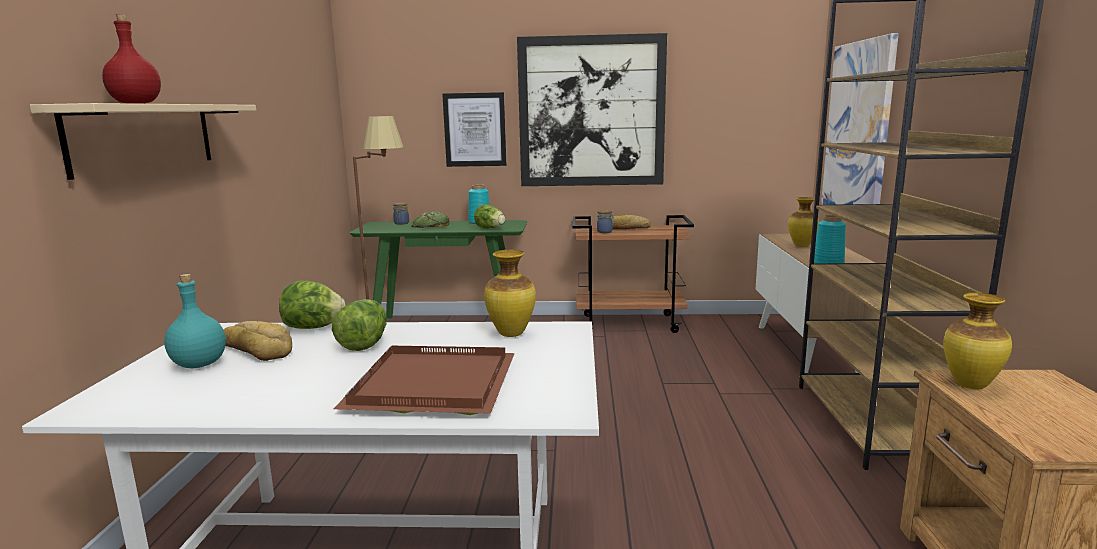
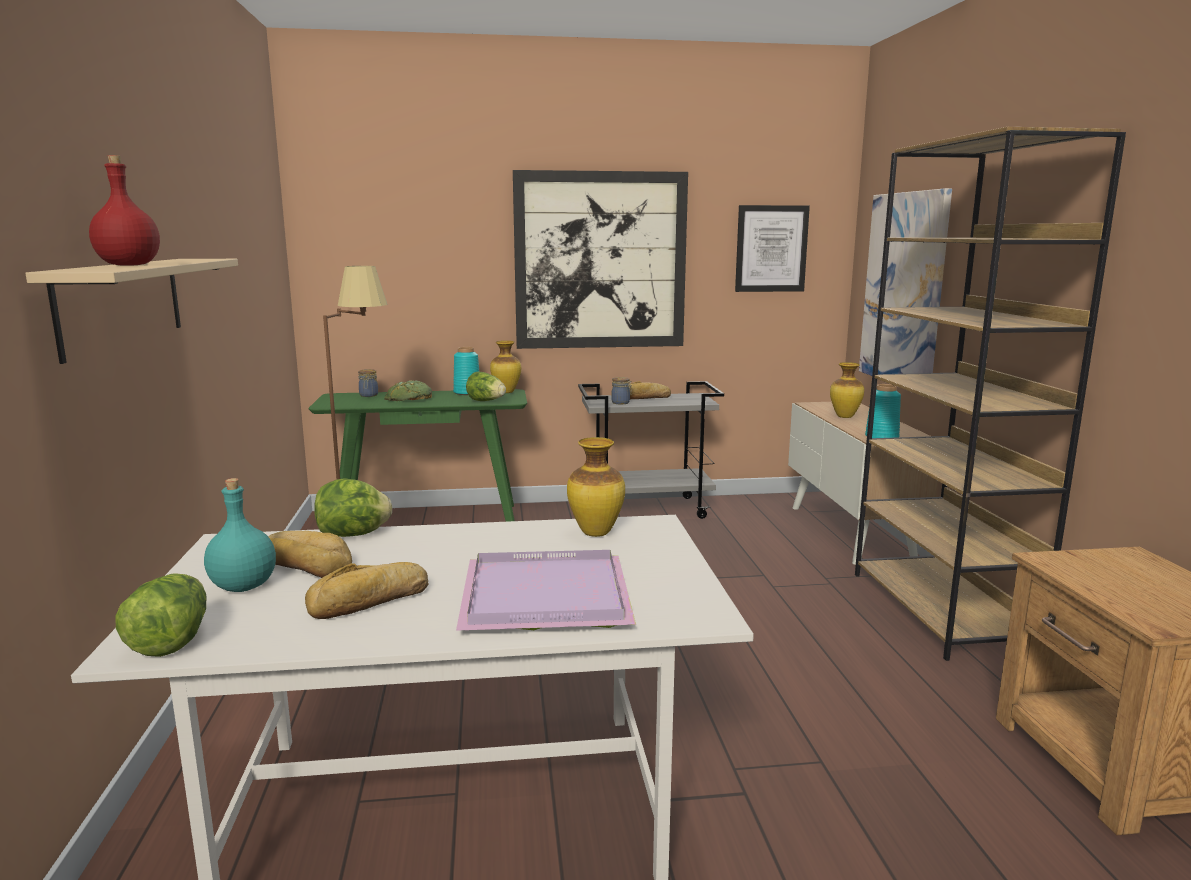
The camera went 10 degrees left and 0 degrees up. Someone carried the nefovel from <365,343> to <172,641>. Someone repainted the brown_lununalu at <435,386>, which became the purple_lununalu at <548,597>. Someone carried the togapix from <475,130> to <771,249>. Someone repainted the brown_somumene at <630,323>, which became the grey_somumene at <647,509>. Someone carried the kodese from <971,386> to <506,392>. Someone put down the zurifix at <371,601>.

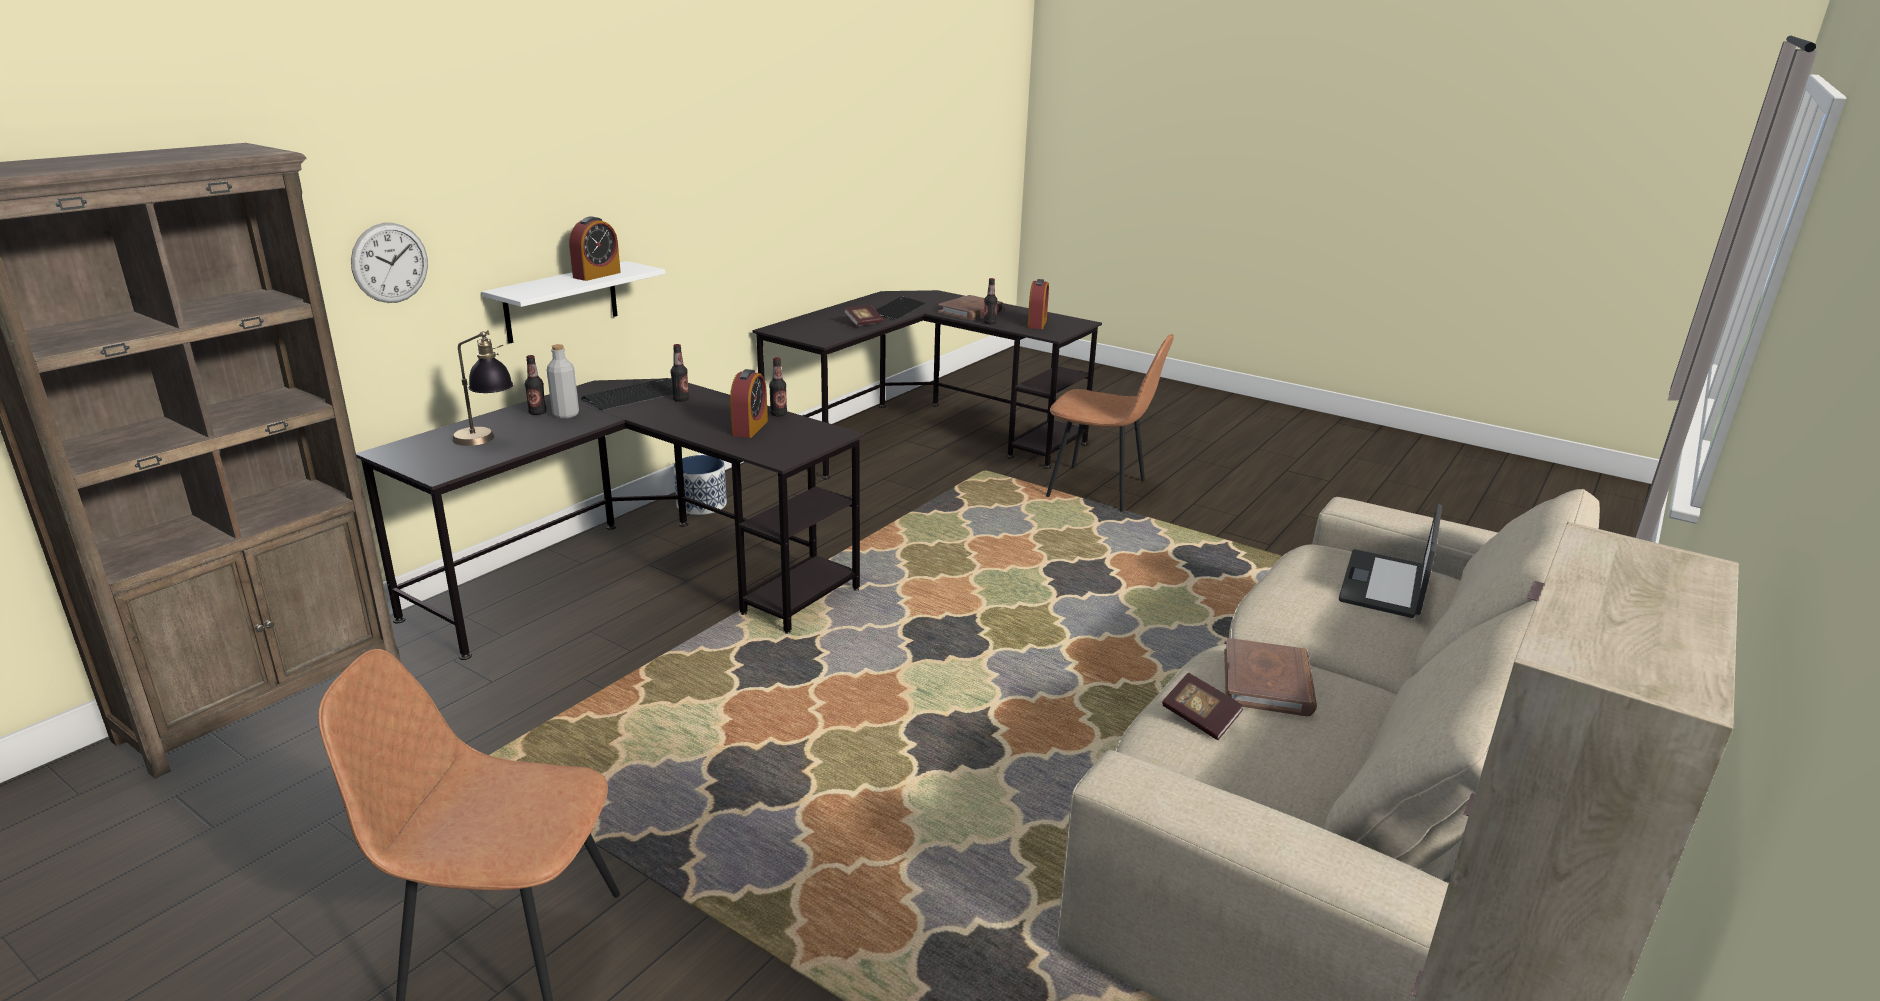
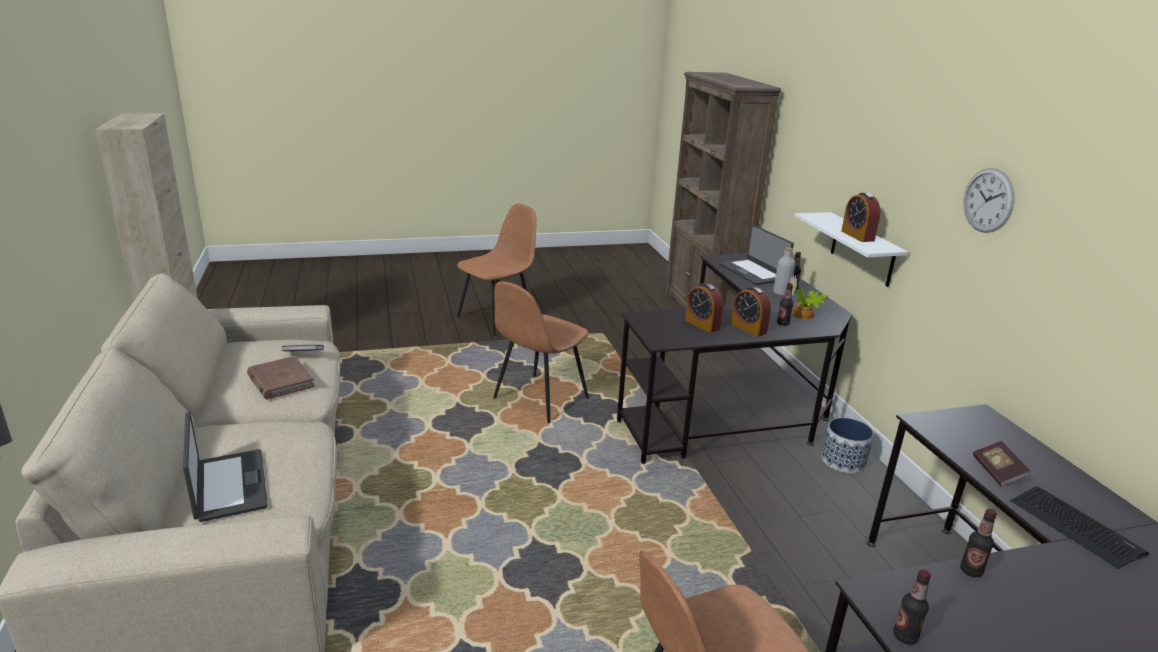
The camera went 130 degrees right and 0 degrees up. Someone carried the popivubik from <390,263> to <988,200>. Someone swapped the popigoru at <486,441> for the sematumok at <752,272>. Someone swapped the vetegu at <634,396> for the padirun at <804,315>. Someone carried the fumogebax from <778,414> to <905,636>. Someone took away the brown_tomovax at <971,311>. Someone carried the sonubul from <1037,323> to <748,328>. Someone put down the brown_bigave at <539,399>.

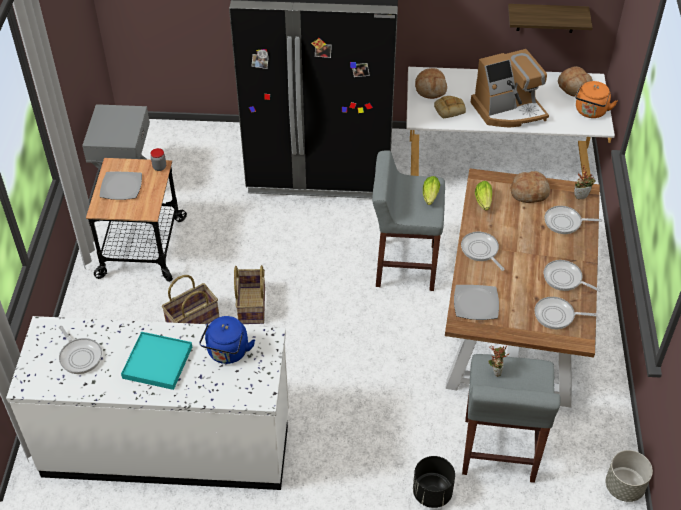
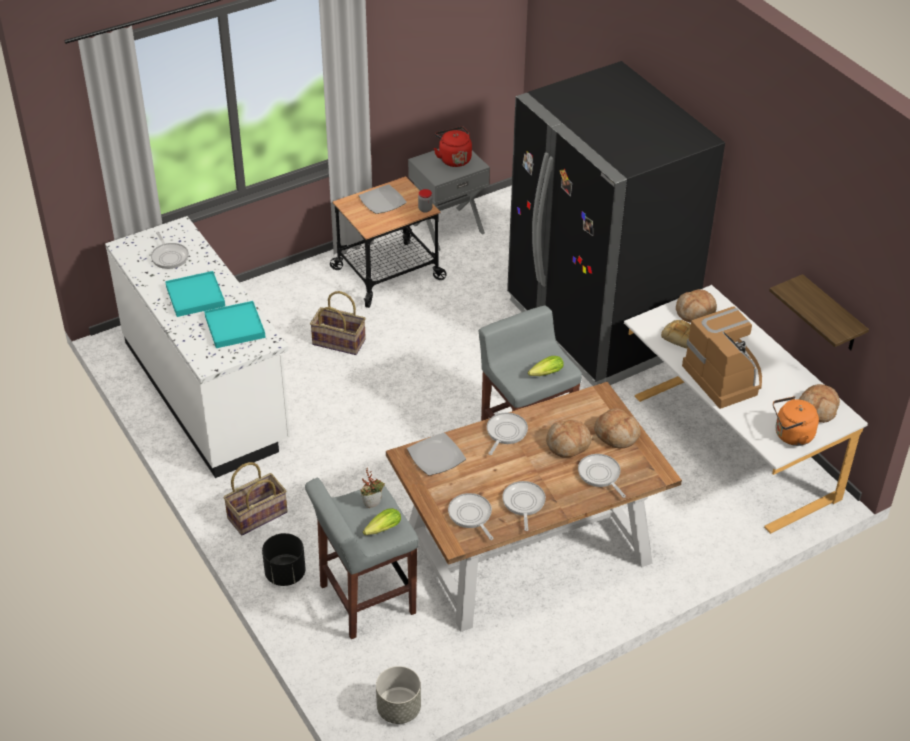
The camera went 55 degrees right and 5 degrees down. Someone rotated the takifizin at <80,356> by 45 degrees counterclockwise. Someone swapped the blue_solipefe at <227,353> for the turquoise_lununalu at <234,327>. Someone carried the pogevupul from <251,305> to <257,514>. Someone rotated the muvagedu at <508,110> by 150 degrees counterclockwise. Someone carried the nefovel from <483,202> to <381,530>. Someone took away the padirun at <581,195>. Someone put down the red_solipefe at <453,159>. Someone put down the zurifix at <568,444>.

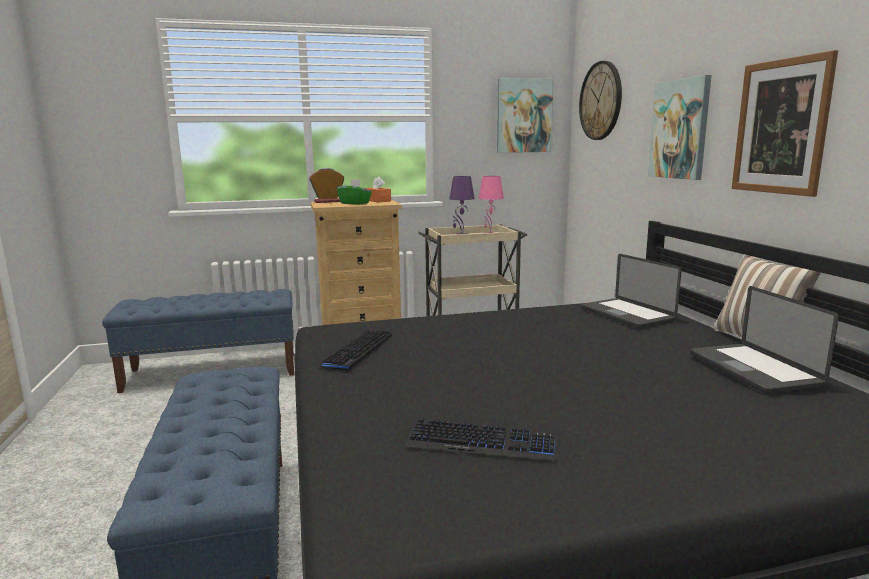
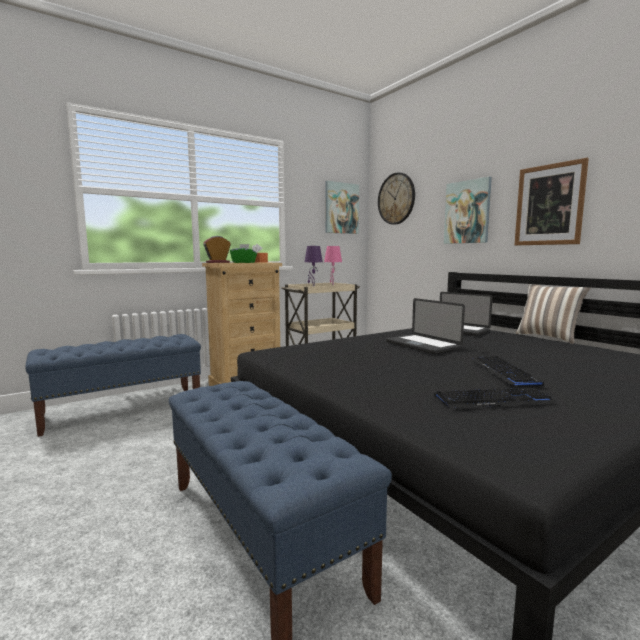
The camera went 20 degrees left and 5 degrees down. Someone carried the vetegu from <357,351> to <504,372>. Someone carried the sematumok from <753,369> to <422,345>.

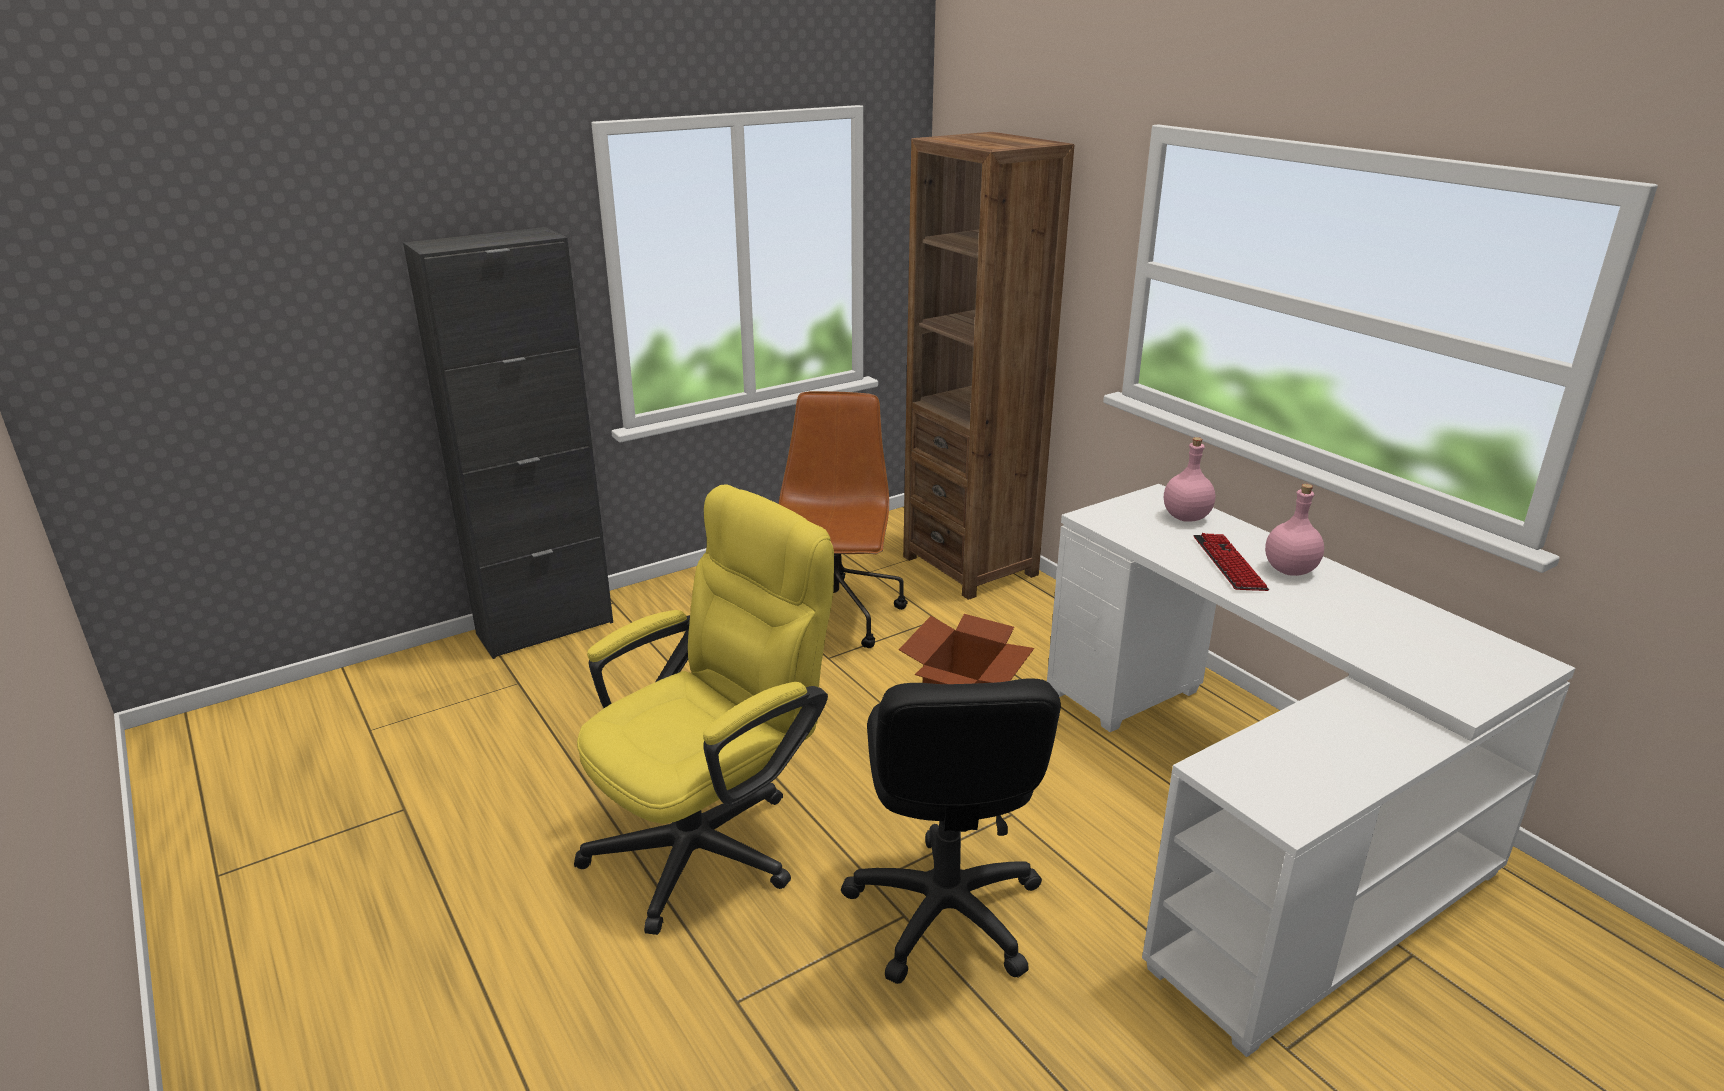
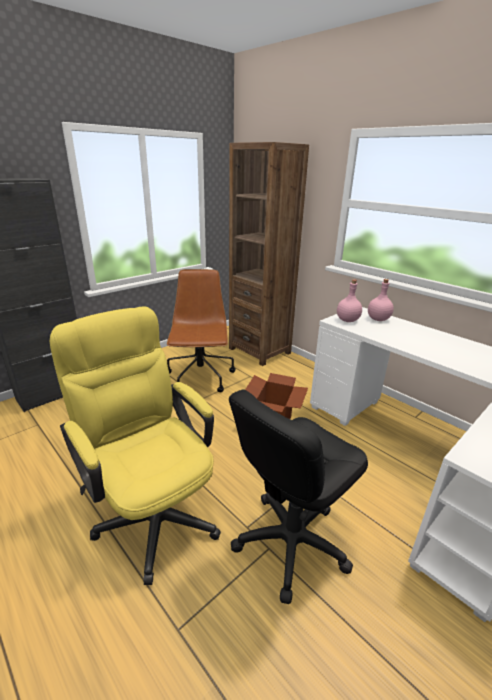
The camera went 10 degrees left and 0 degrees up. Someone rotated the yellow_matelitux at <712,840> by 75 degrees counterclockwise. Someone rotated the black_matelitux at <944,912> by 60 degrees clockwise. Someone took away the vetegu at <1229,564>. Someone carried the pink_fumogebax from <1290,571> to <347,320>.

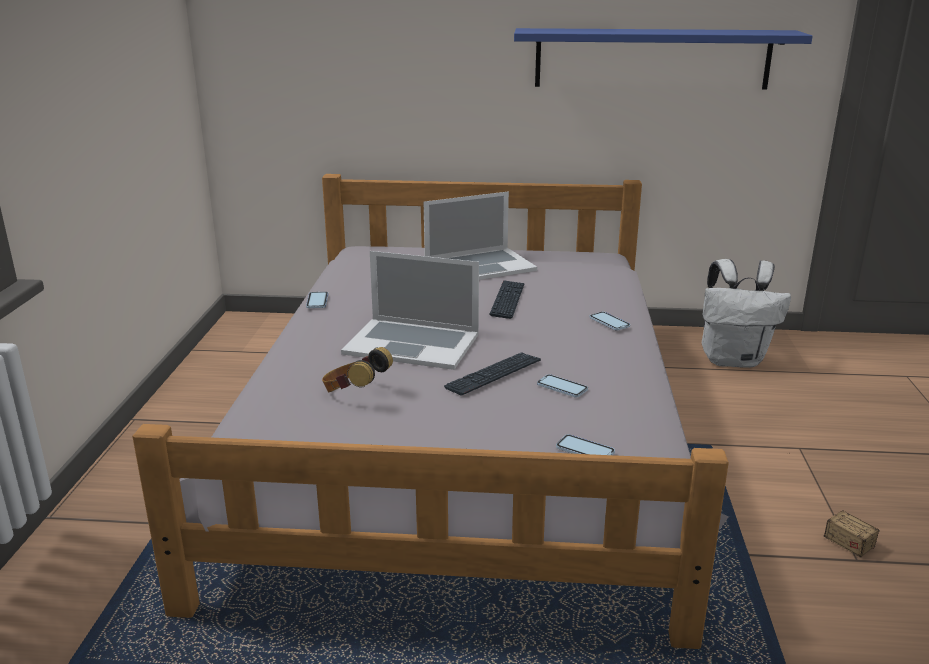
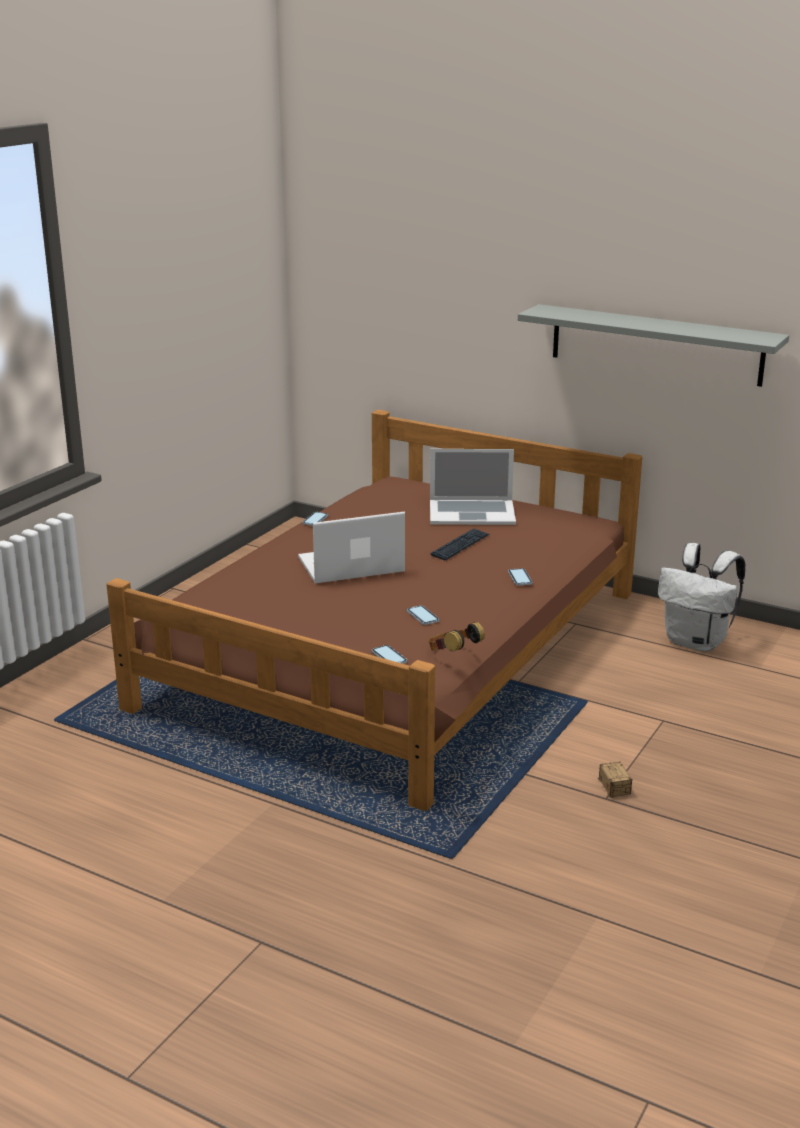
The camera went 25 degrees right and 0 degrees up. Someone repainted the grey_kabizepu at <462,433>, which became the brown_kabizepu at <397,649>. Someone carried the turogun from <355,393> to <453,655>. Someone rotated the sematumok at <412,343> by 120 degrees clockwise. Someone took away the vetegu at <493,375>. Someone repainted the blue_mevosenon at <652,58>, which became the grey_mevosenon at <656,345>.

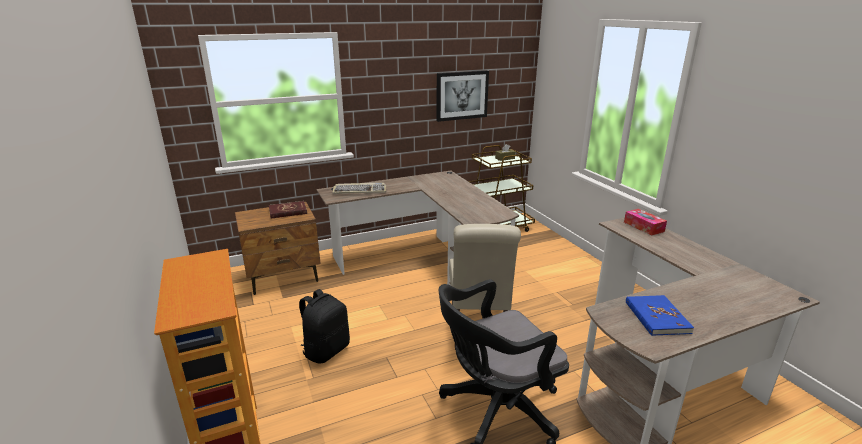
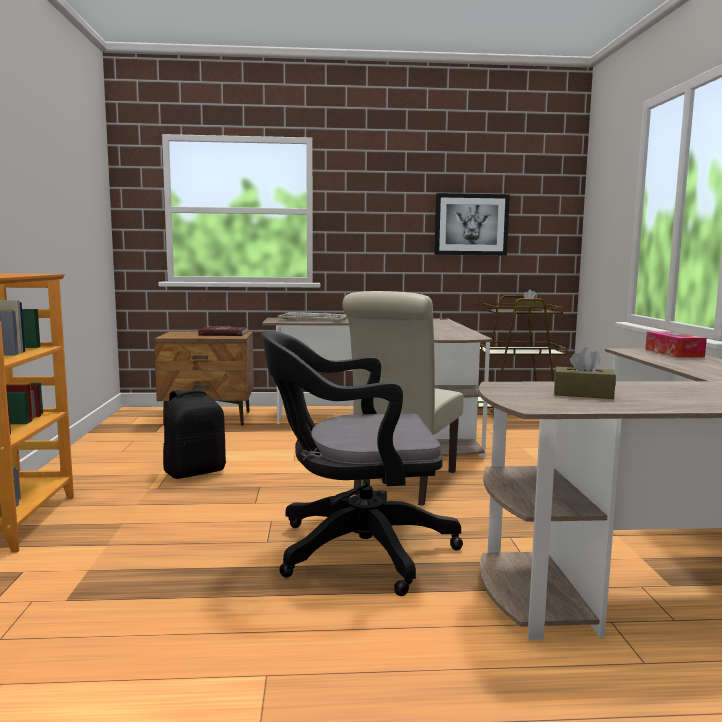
The camera went 20 degrees right and 15 degrees down. Someone swapped the blue_tomovax at <656,317> for the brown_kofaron at <583,394>.

